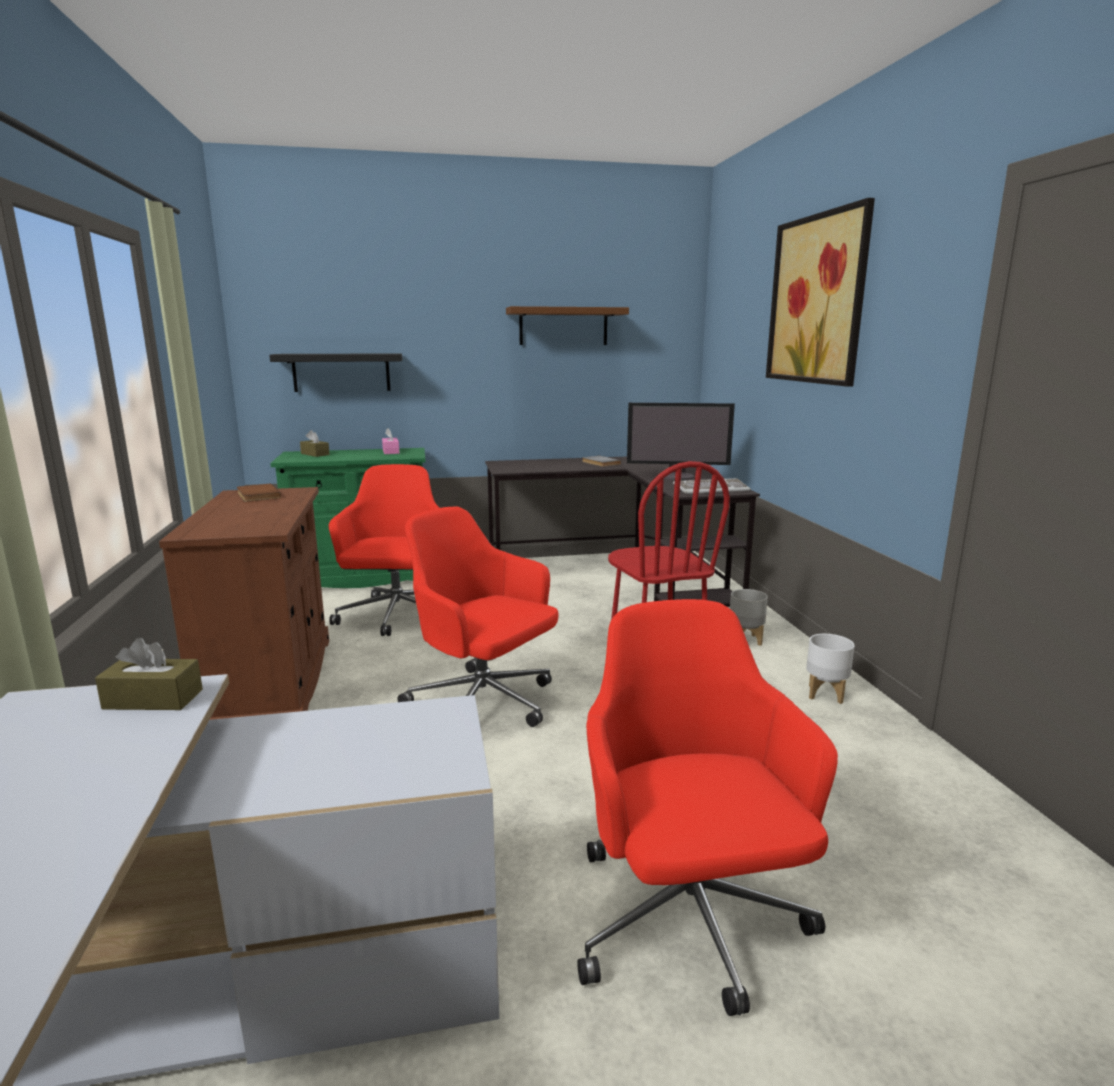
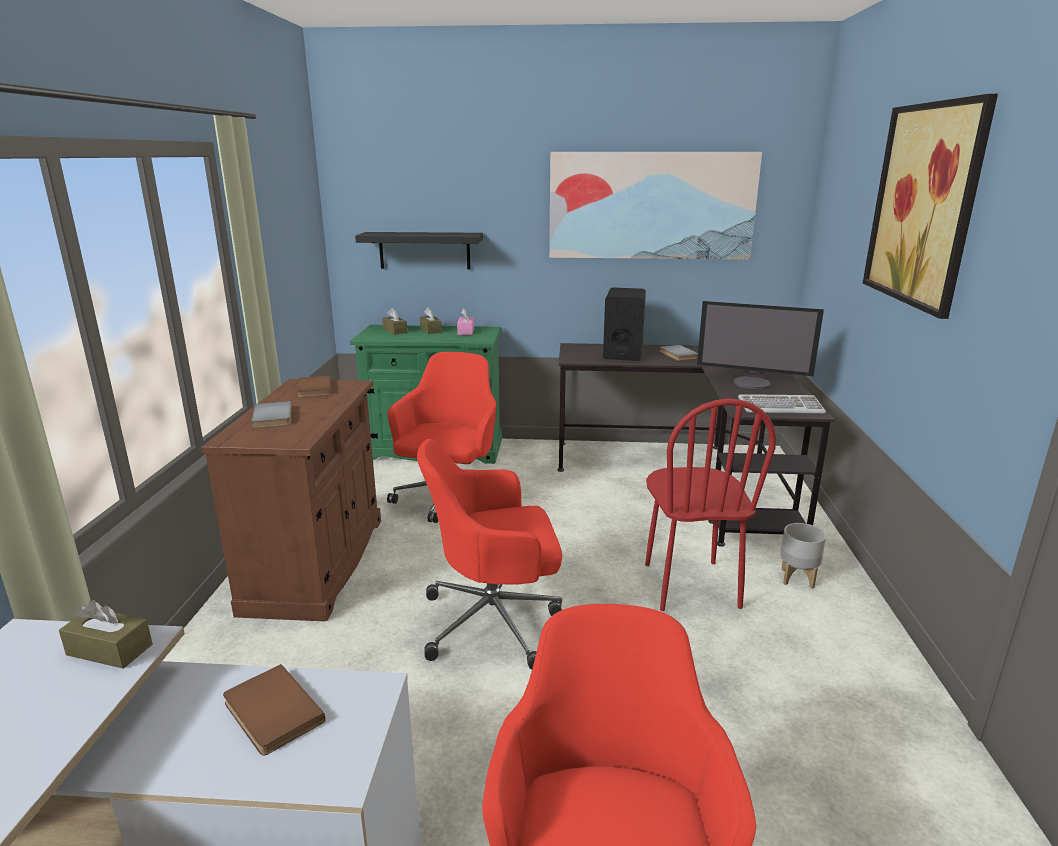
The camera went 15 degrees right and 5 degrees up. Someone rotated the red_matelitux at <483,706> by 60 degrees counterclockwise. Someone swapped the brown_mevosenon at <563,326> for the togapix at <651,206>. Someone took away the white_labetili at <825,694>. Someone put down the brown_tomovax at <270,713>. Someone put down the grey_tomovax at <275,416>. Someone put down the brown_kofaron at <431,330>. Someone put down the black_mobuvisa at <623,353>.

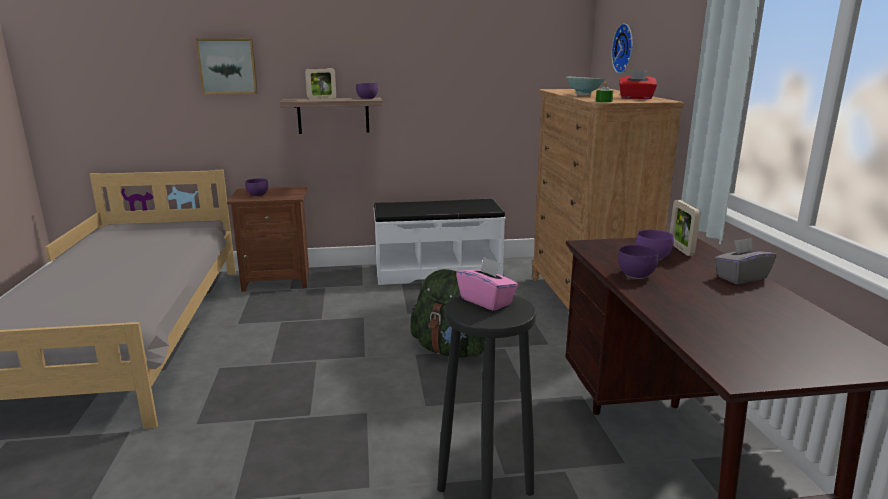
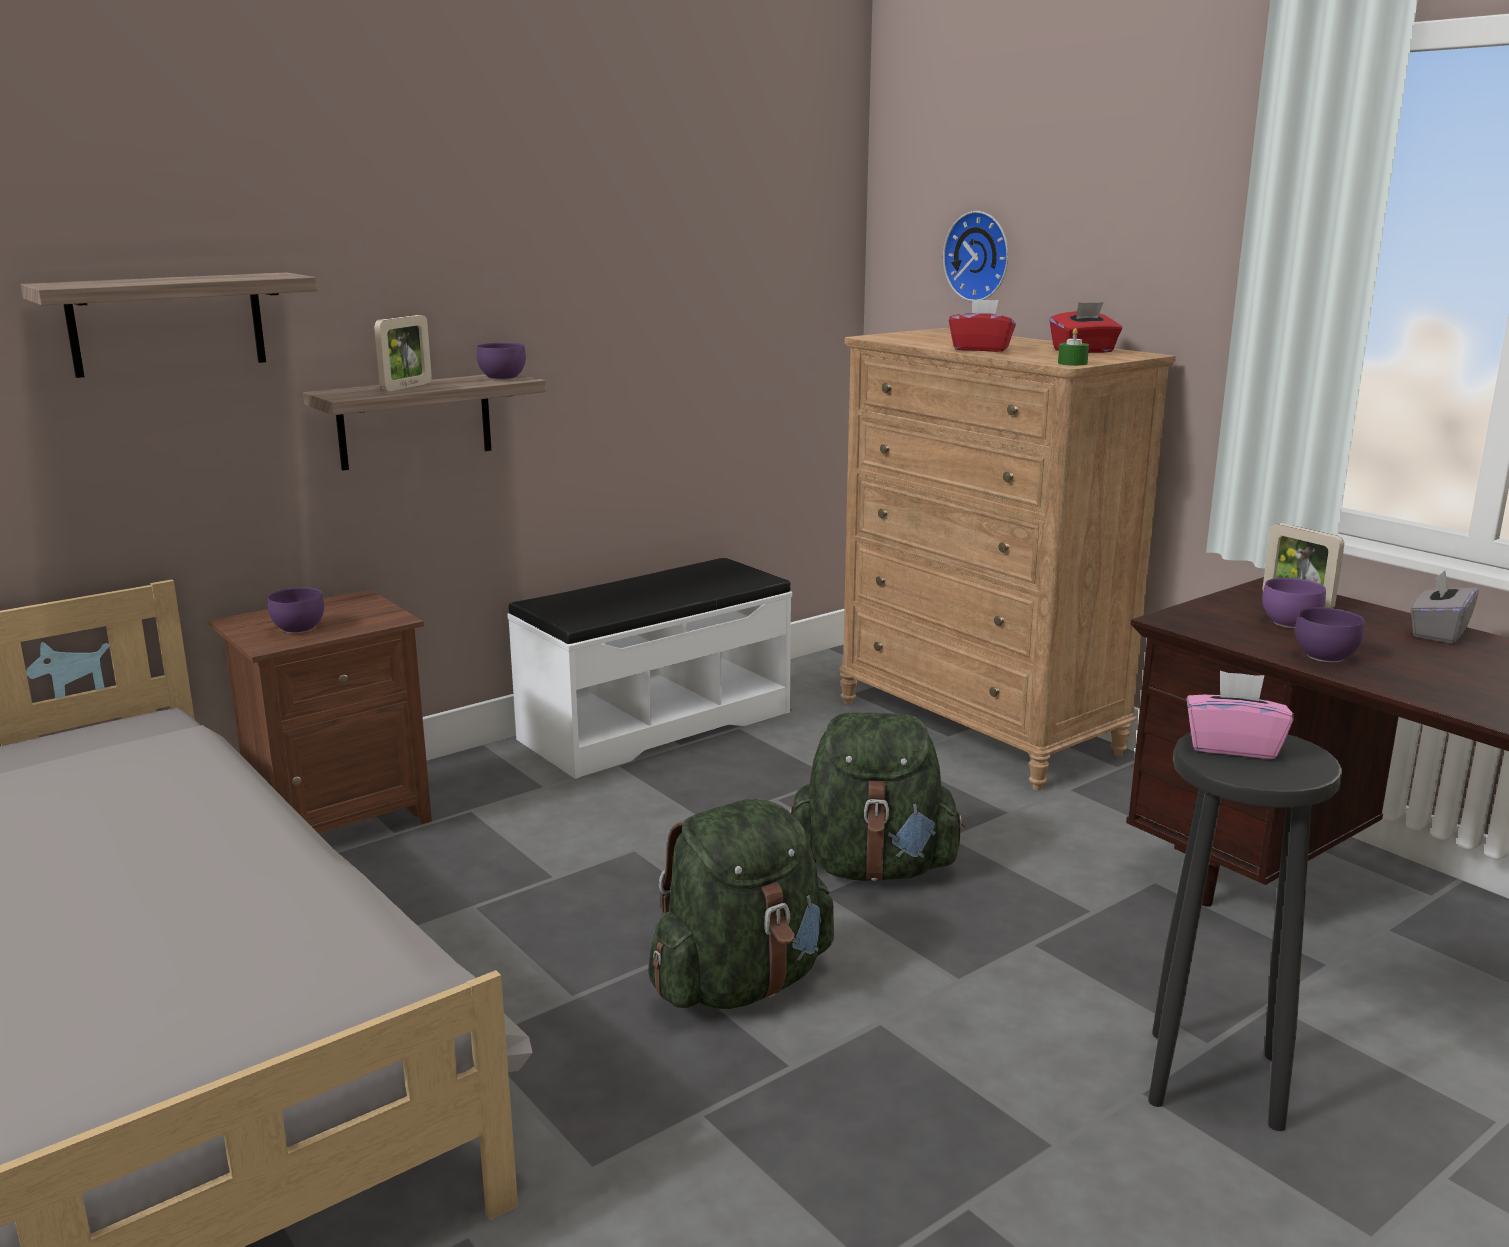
The camera went 30 degrees left and 0 degrees up. Someone swapped the togapix at <228,66> for the mevosenon at <167,324>. Someone swapped the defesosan at <584,95> for the red_kofaron at <981,349>. Someone put down the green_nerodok at <741,983>.

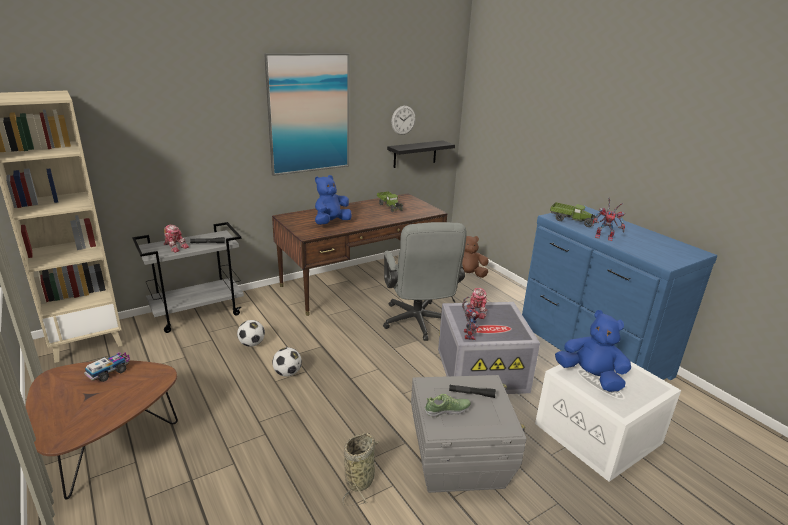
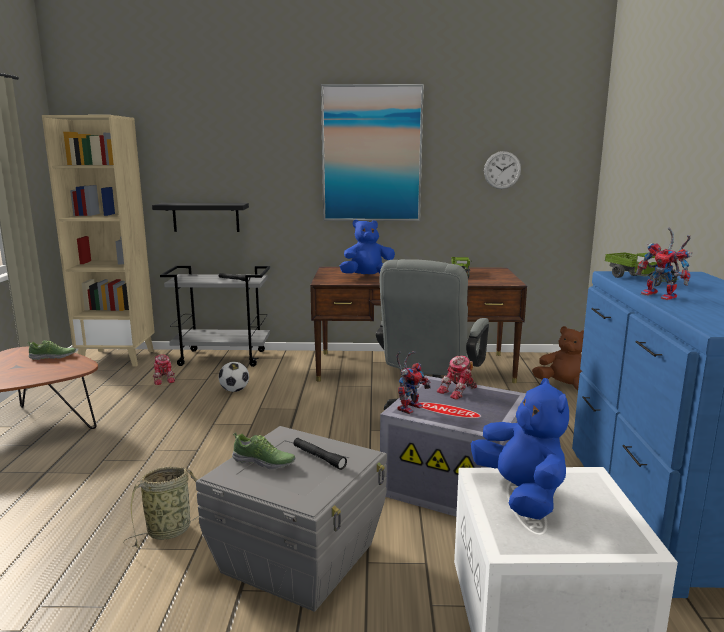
The camera went 35 degrees right and 10 degrees down. Someone swapped the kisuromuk at <110,372> for the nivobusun at <53,357>. Someone carried the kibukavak from <175,247> to <164,379>. Someone took away the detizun at <287,373>. Someone carried the black_mevosenon from <415,154> to <206,217>.

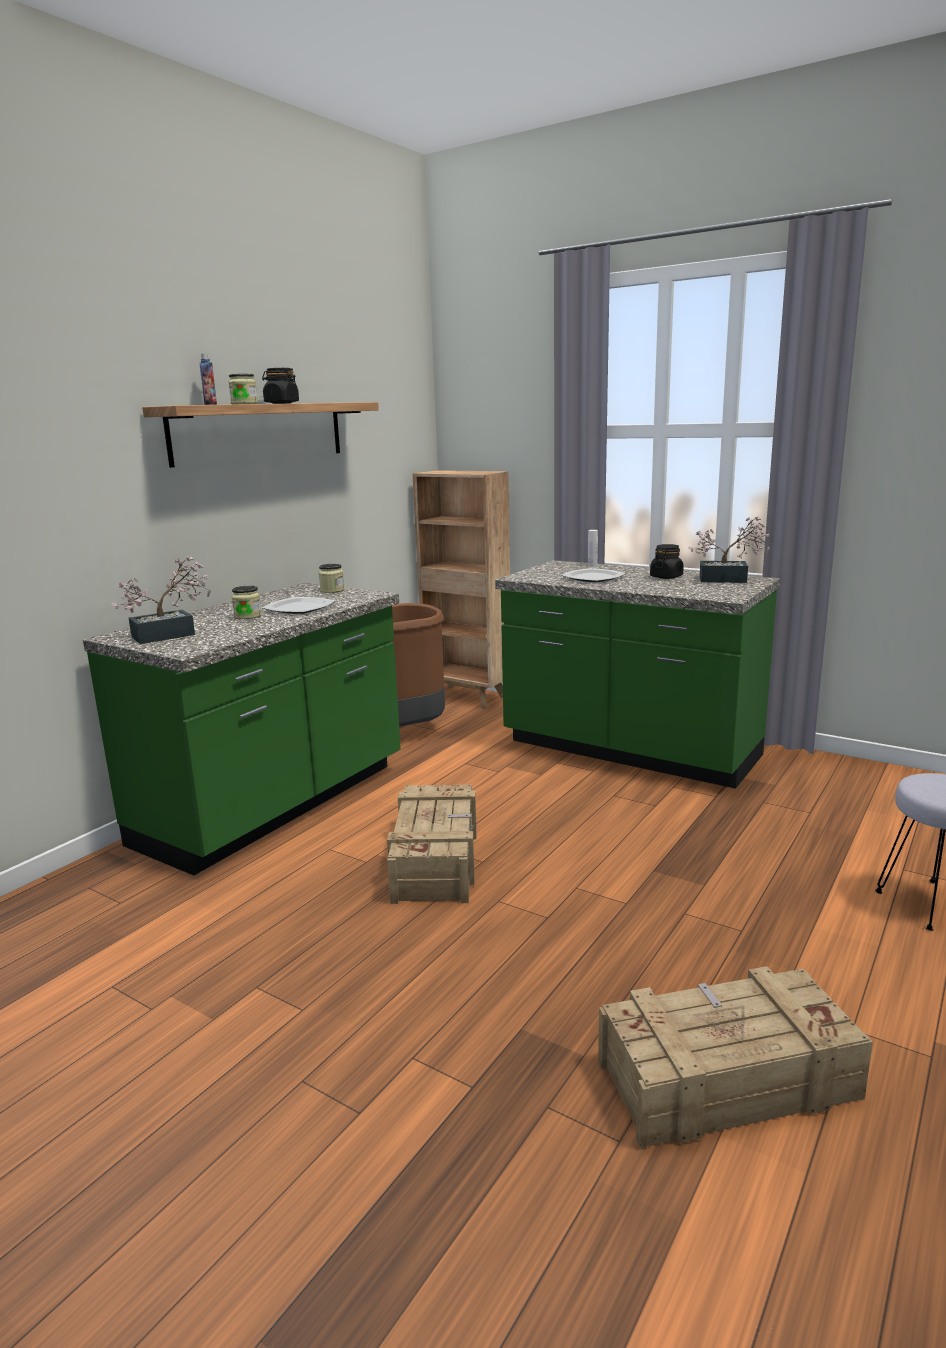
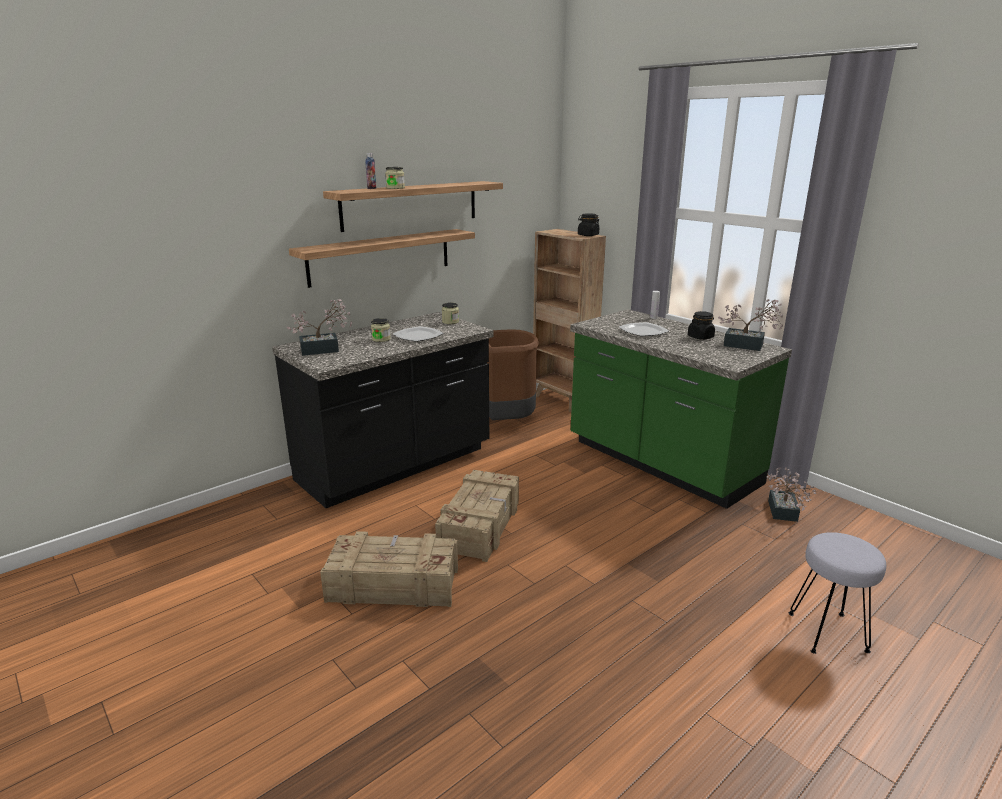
The camera went 15 degrees right and 5 degrees up. Someone repainted the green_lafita at <276,805>, which became the black_lafita at <396,466>. Someone carried the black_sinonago from <281,403> to <588,235>. Someone carried the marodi from <724,1079> to <392,584>. Someone put up the mevosenon at <381,257>. Someone put down the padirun at <782,513>.

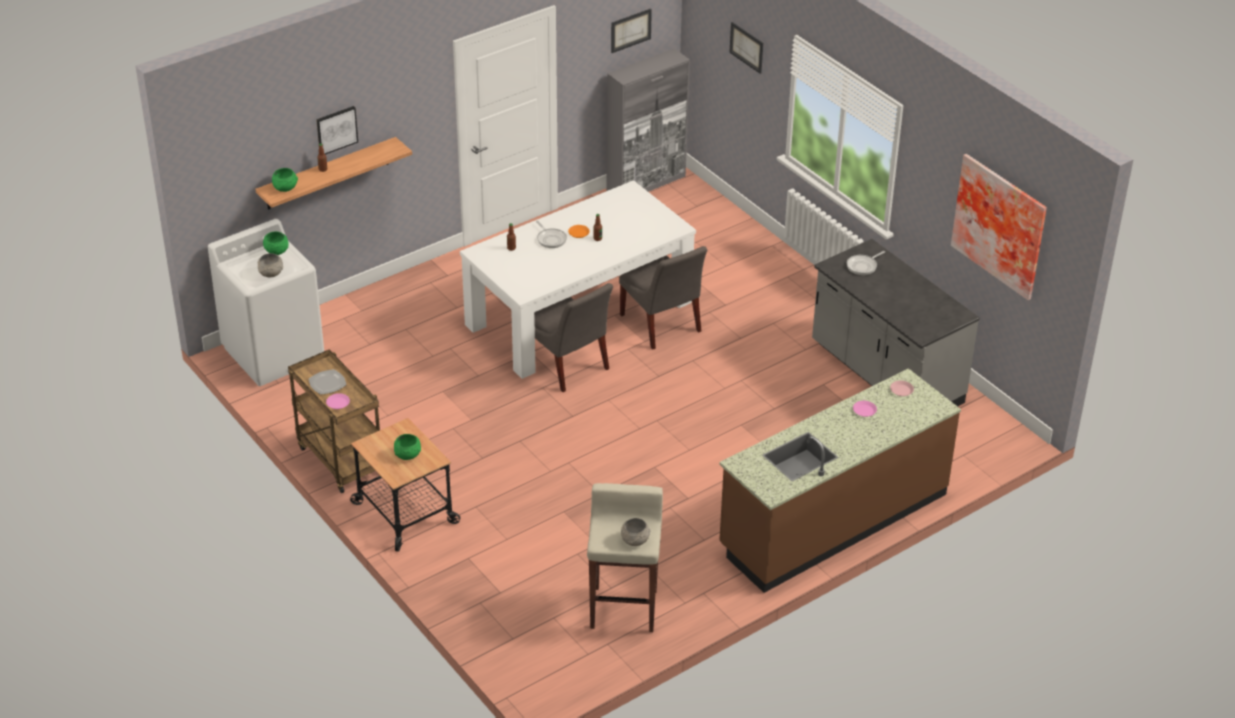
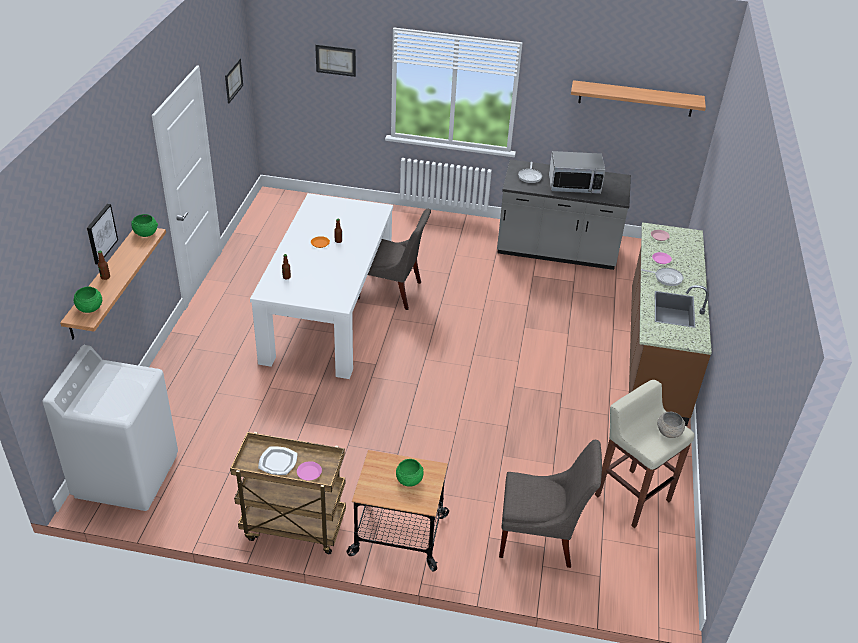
The camera went 45 degrees left and 0 degrees up. Someone took away the grey_defesosan at <271,273>. Someone carried the green_defesosan from <276,251> to <145,233>. Someone carried the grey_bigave from <568,366> to <540,538>. Someone carried the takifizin from <551,239> to <666,278>. Someone took away the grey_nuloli at <646,183>. Someone swapped the togapix at <1001,224> for the mevosenon at <636,98>. Someone put down the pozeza at <574,185>.

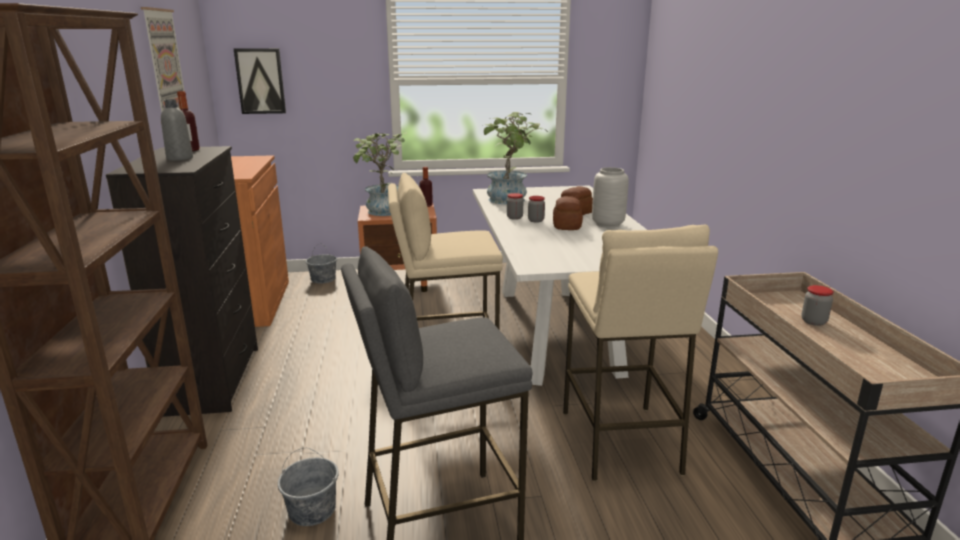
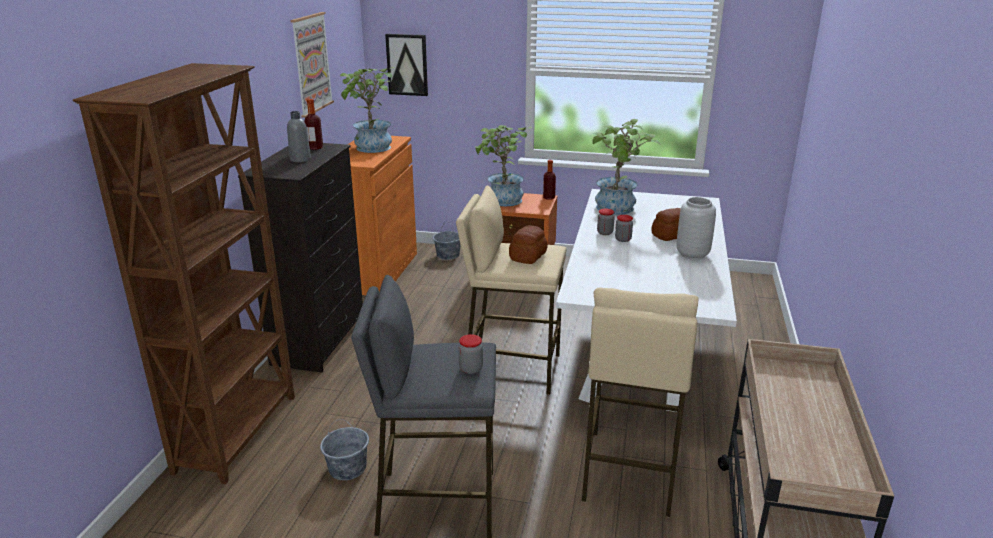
The camera went 20 degrees right and 5 degrees up. Someone carried the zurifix from <567,225> to <528,256>. Someone carried the sinonago from <813,321> to <471,369>. Someone put down the padirun at <371,149>.

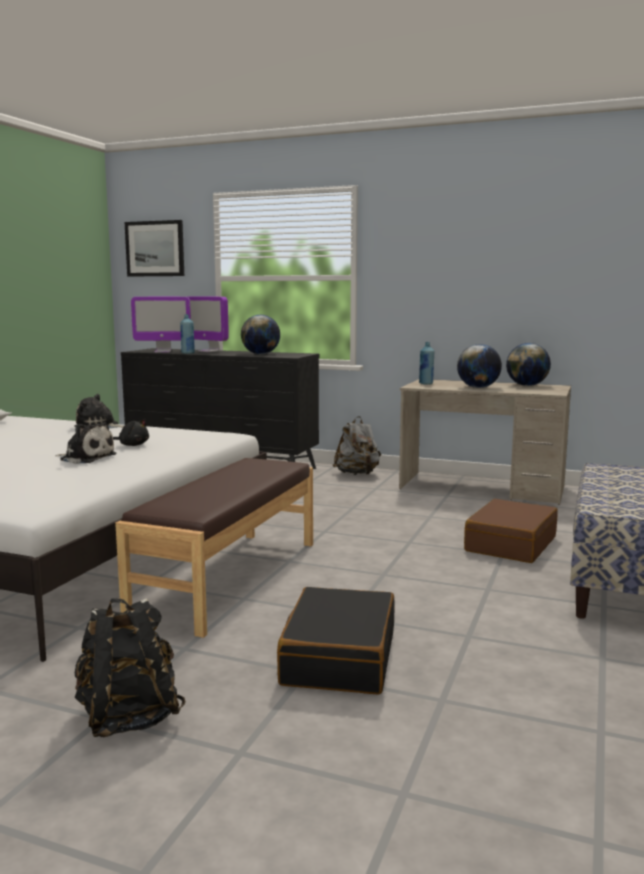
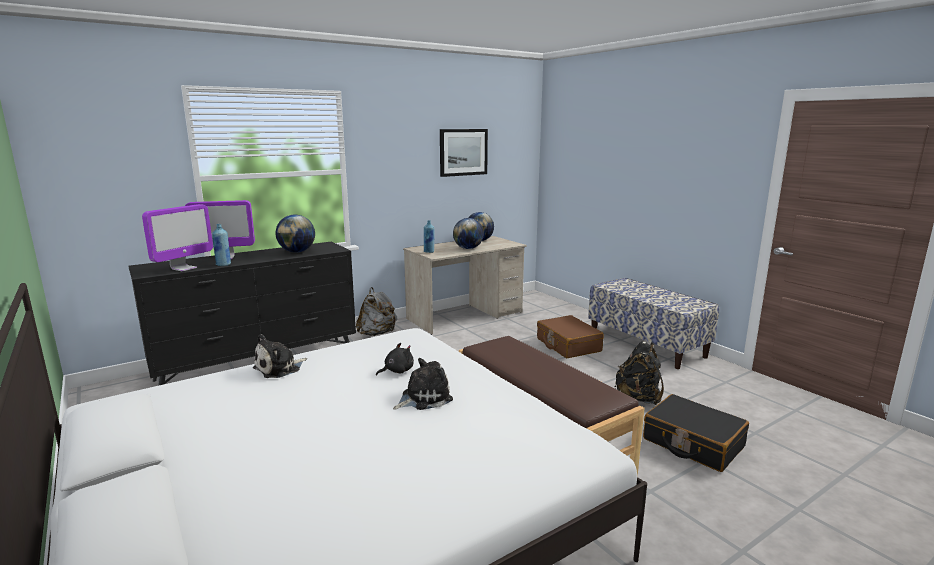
The camera went 55 degrees left and 5 degrees up. Someone carried the black_nerodok from <128,718> to <638,398>. Someone carried the togapix from <155,248> to <463,152>.

